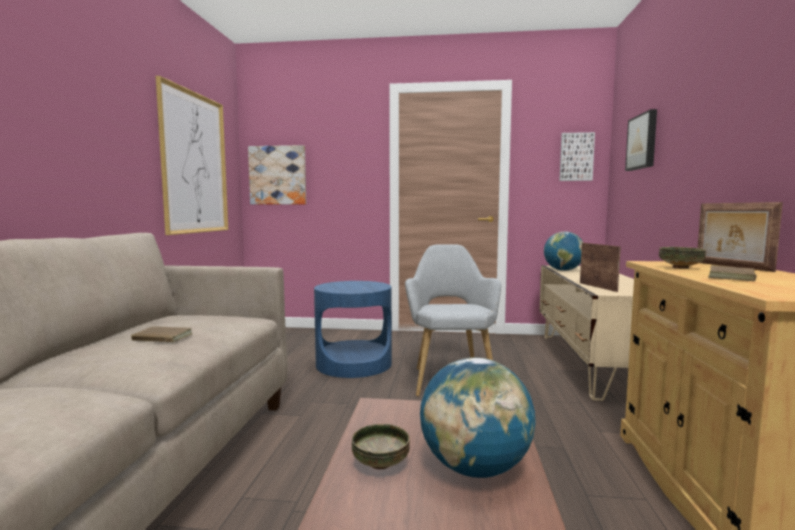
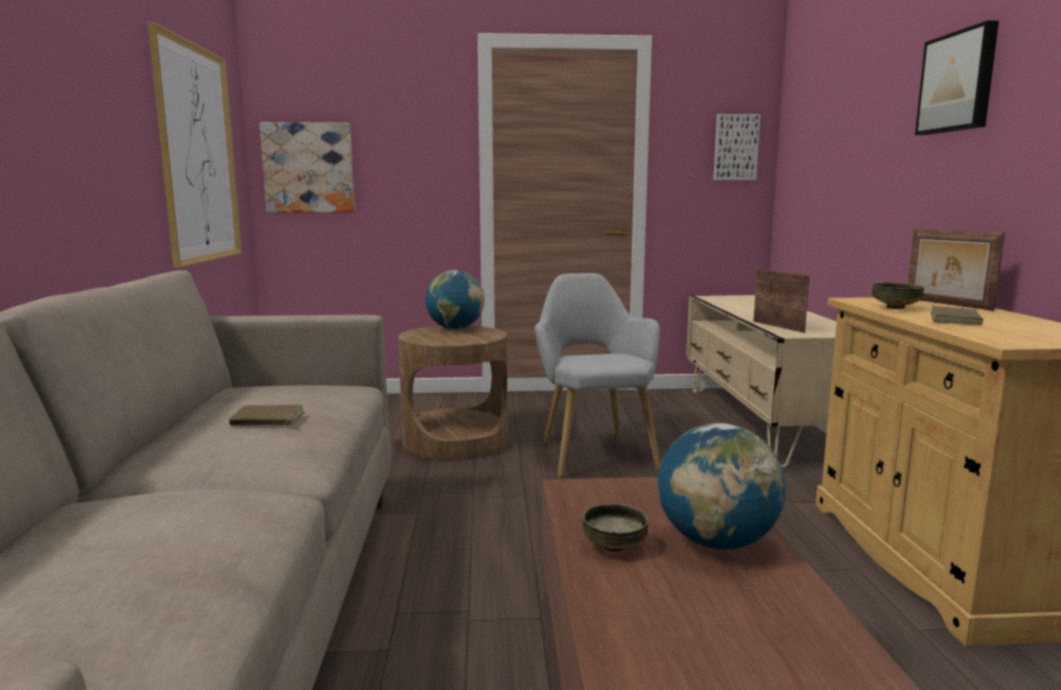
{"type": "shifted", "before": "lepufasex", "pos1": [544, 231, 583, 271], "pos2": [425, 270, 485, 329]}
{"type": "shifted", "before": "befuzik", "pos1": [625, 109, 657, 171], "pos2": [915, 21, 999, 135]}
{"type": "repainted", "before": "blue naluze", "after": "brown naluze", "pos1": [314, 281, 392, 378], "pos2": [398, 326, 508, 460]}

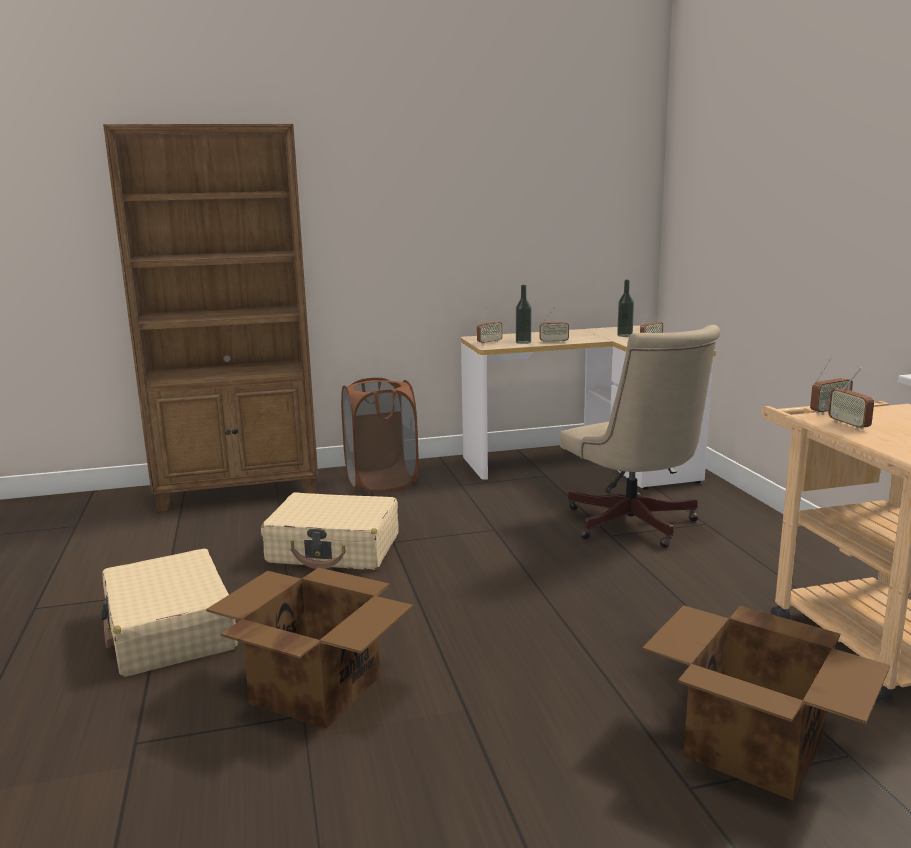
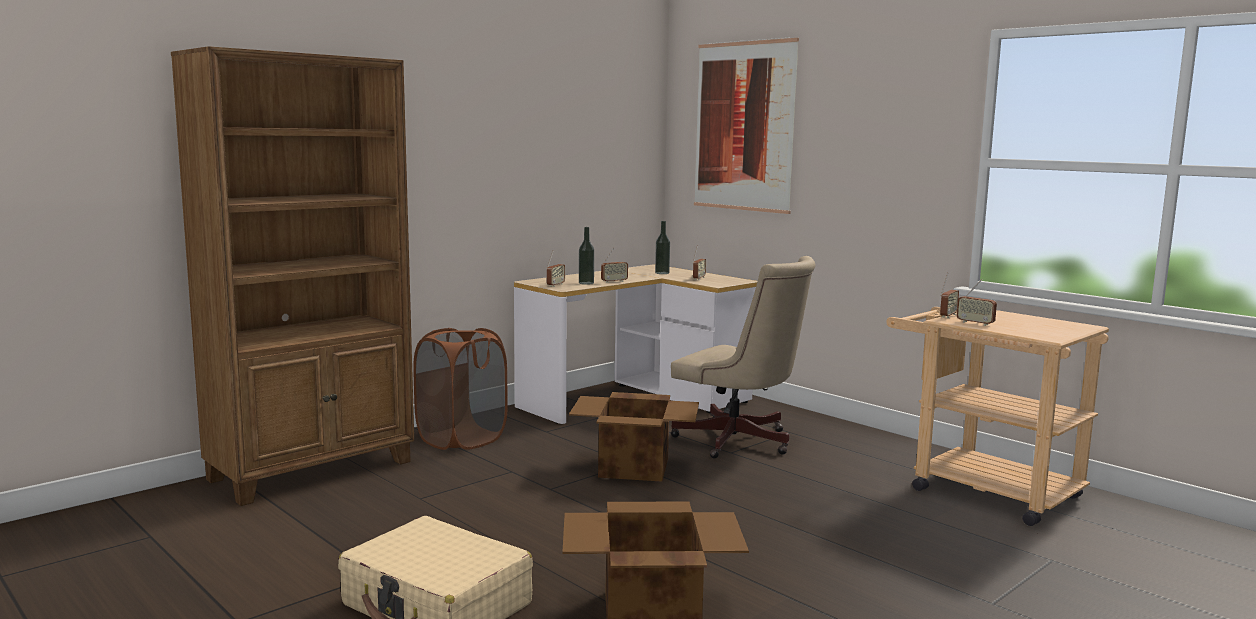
{"type": "gone", "before": "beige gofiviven", "pos1": [261, 492, 399, 570]}
{"type": "new", "after": "befuzik", "pos2": [694, 37, 799, 214]}
{"type": "shifted", "before": "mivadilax", "pos1": [642, 605, 890, 801], "pos2": [569, 392, 699, 482]}

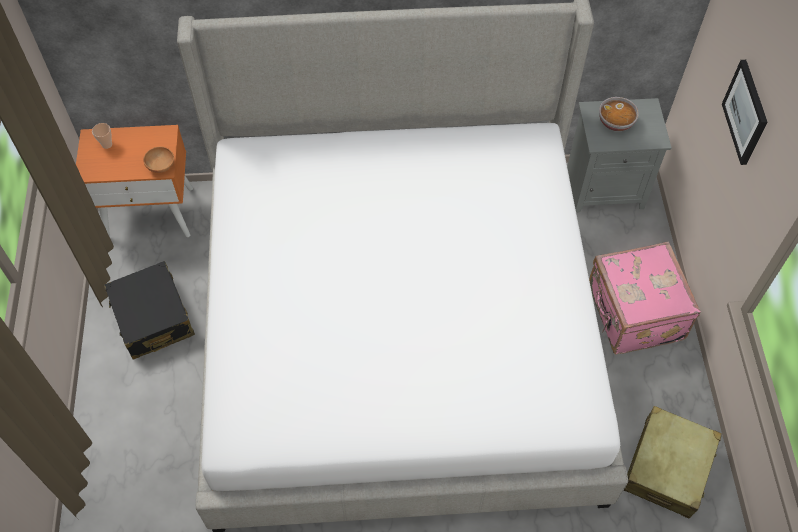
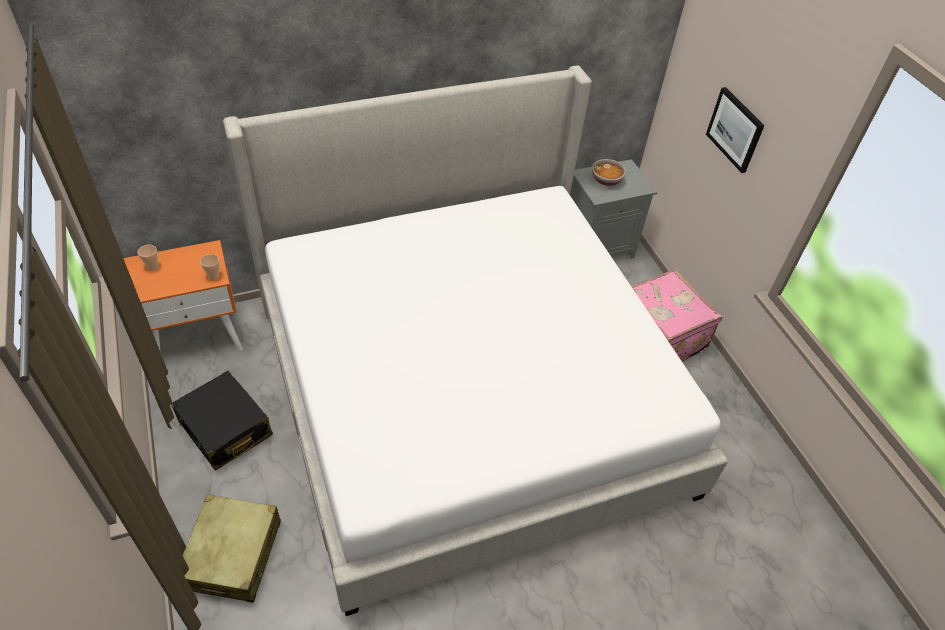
{"type": "shifted", "before": "beige gofiviven", "pos1": [623, 406, 722, 518], "pos2": [183, 494, 281, 603]}
{"type": "swapped", "before": "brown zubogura", "after": "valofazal", "pos1": [143, 147, 174, 173], "pos2": [200, 254, 219, 280]}

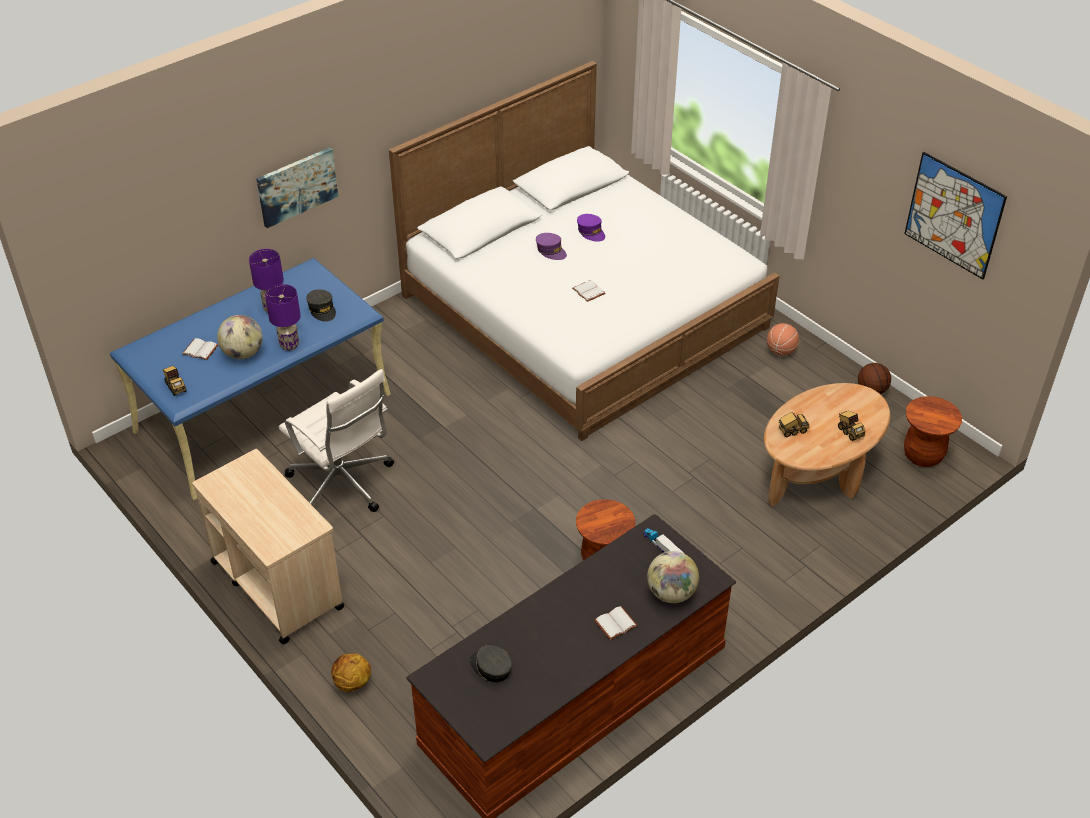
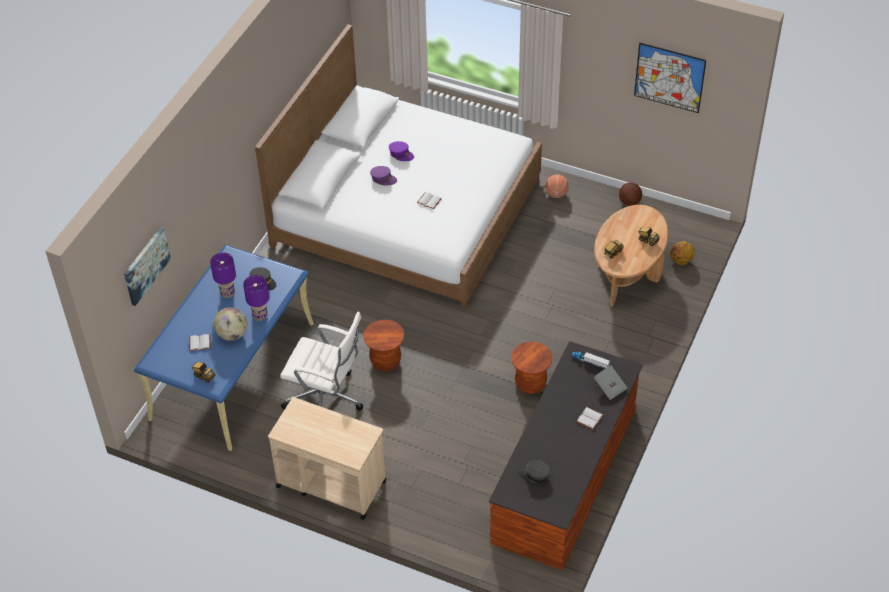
{"type": "shifted", "before": "befuzik", "pos1": [256, 147, 338, 228], "pos2": [124, 227, 171, 306]}
{"type": "shifted", "before": "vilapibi", "pos1": [331, 653, 371, 693], "pos2": [670, 241, 695, 265]}
{"type": "shifted", "before": "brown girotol", "pos1": [904, 396, 962, 467], "pos2": [363, 320, 404, 371]}
{"type": "swapped", "before": "lepufasex", "after": "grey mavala", "pos1": [647, 551, 699, 603], "pos2": [593, 365, 627, 400]}

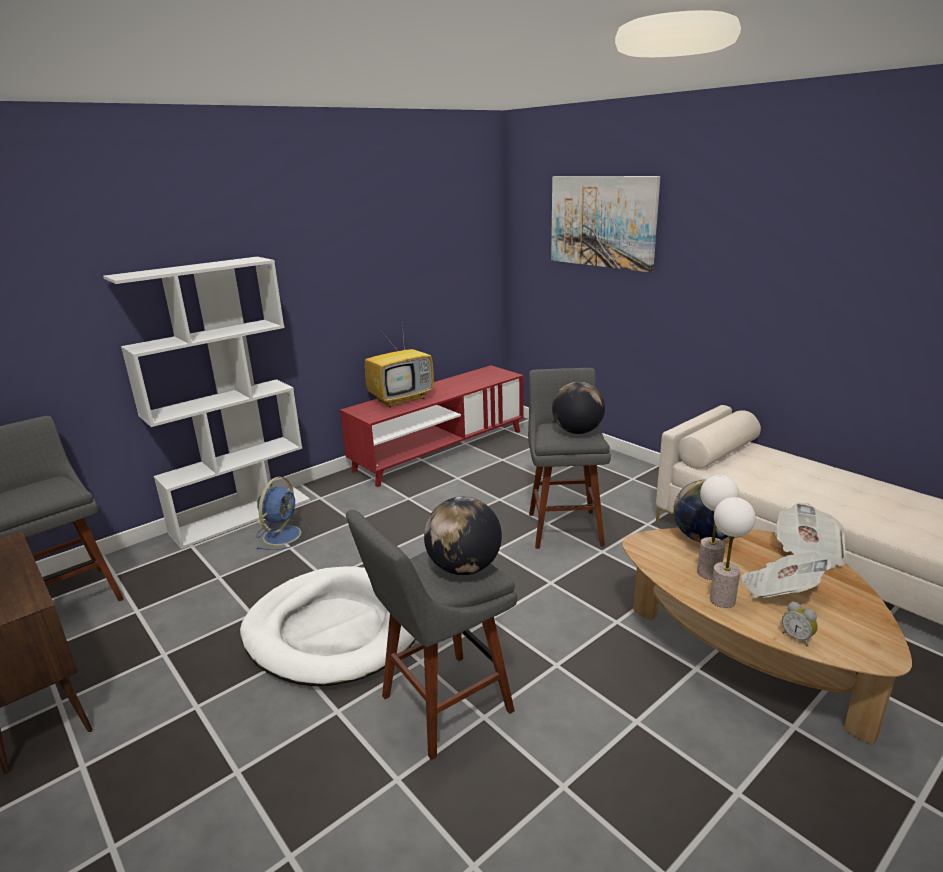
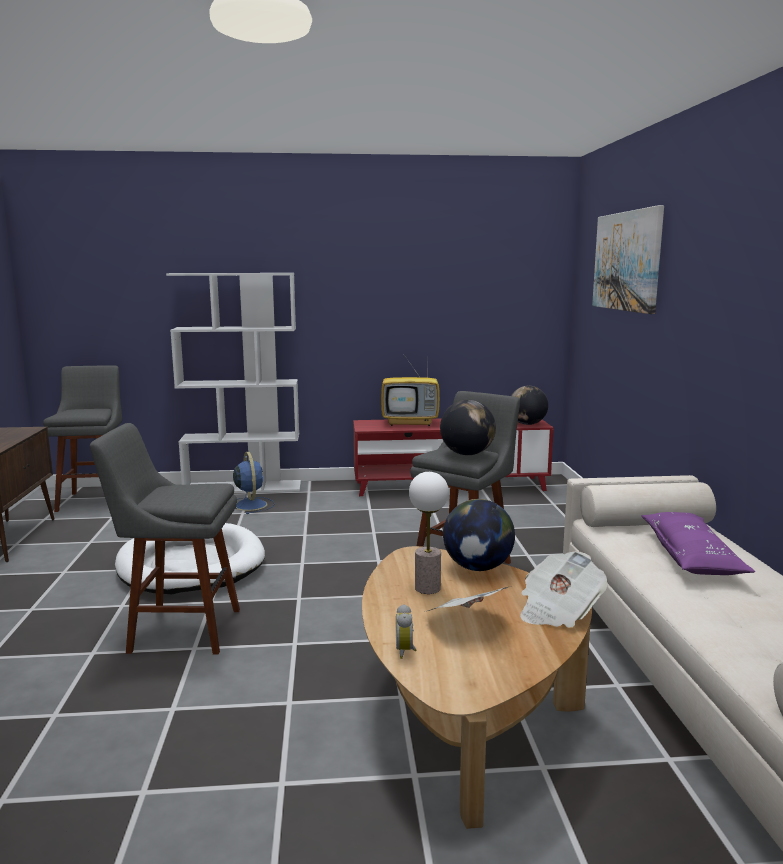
{"type": "gone", "before": "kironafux", "pos1": [710, 497, 756, 608]}
{"type": "new", "after": "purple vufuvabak", "pos2": [641, 512, 755, 575]}
{"type": "shifted", "before": "lepufasex", "pos1": [424, 497, 502, 575], "pos2": [511, 386, 548, 425]}
{"type": "rotated", "before": "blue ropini", "pos1": [256, 477, 311, 550], "pos2": [233, 452, 275, 514], "turn": -75}

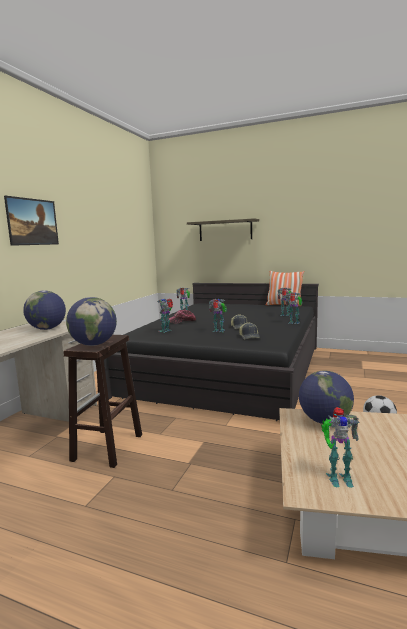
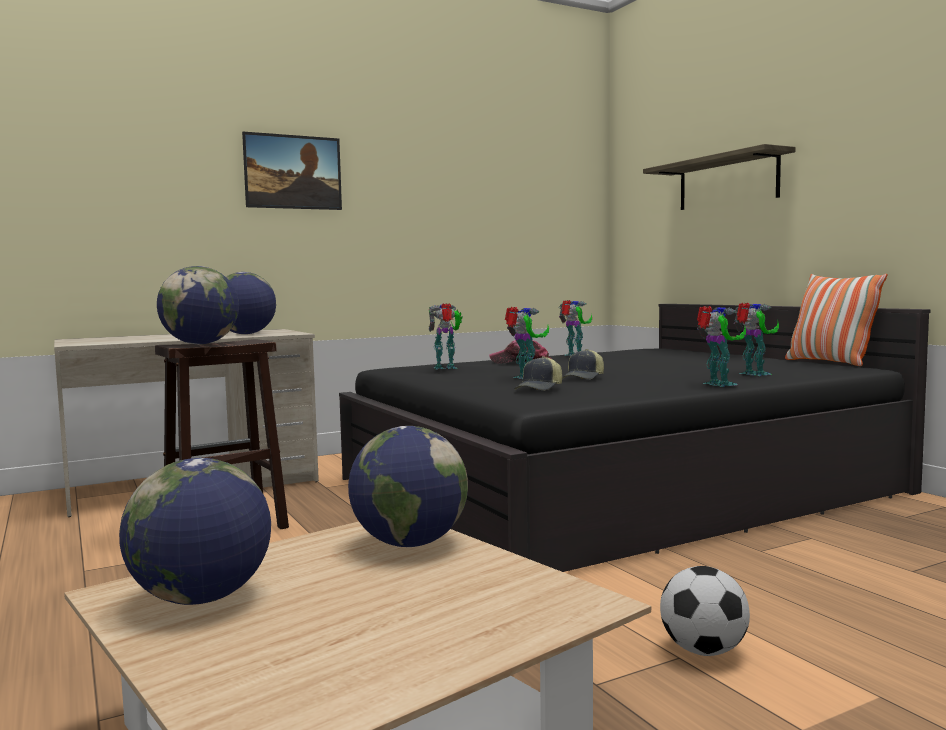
{"type": "swapped", "before": "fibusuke", "after": "lepufasex", "pos1": [321, 407, 360, 488], "pos2": [119, 458, 271, 605]}

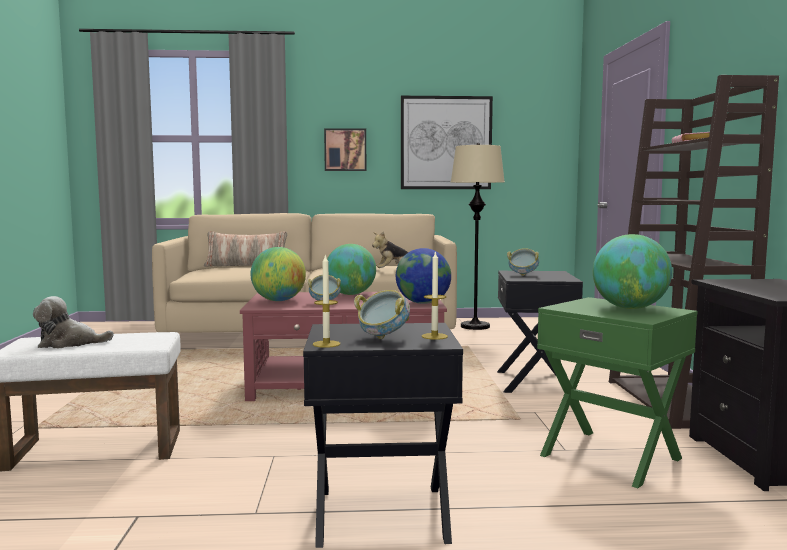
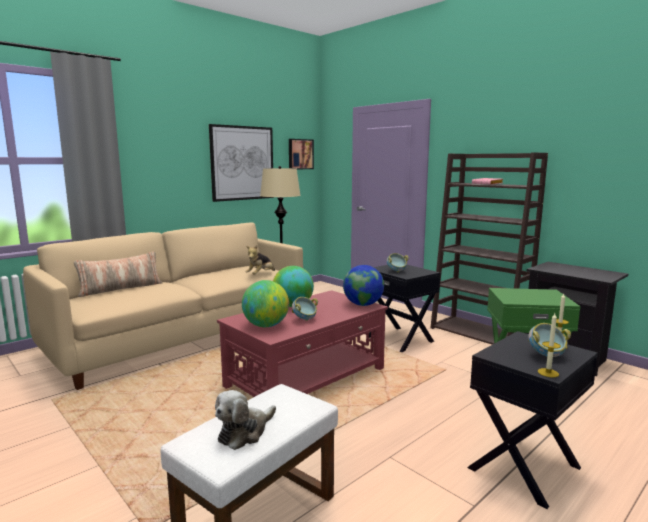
{"type": "gone", "before": "lepufasex", "pos1": [593, 234, 672, 309]}
{"type": "shifted", "before": "befuzik", "pos1": [324, 128, 366, 171], "pos2": [289, 139, 314, 169]}

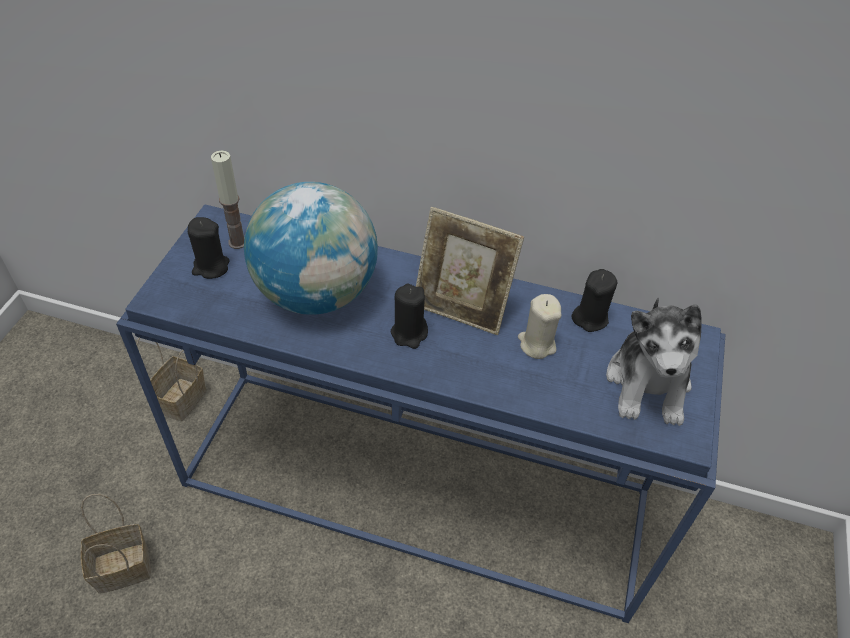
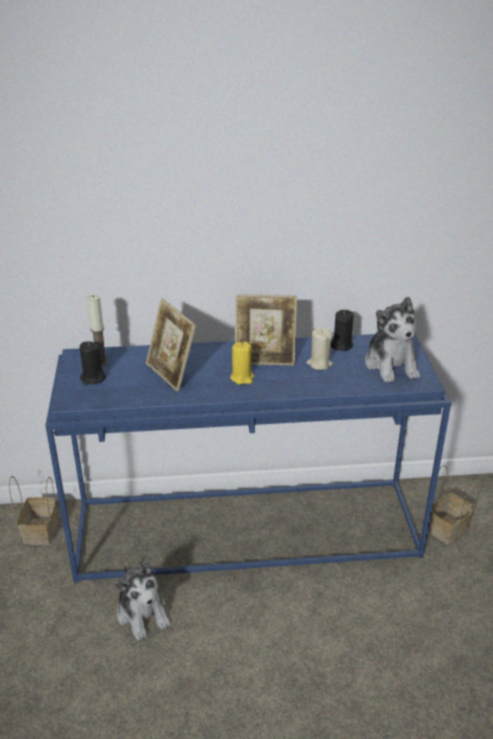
{"type": "new", "after": "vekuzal", "pos2": [116, 562, 170, 640]}
{"type": "shifted", "before": "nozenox", "pos1": [81, 494, 151, 594], "pos2": [428, 465, 478, 545]}
{"type": "swapped", "before": "lepufasex", "after": "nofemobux", "pos1": [244, 182, 378, 315], "pos2": [146, 298, 196, 392]}
{"type": "repainted", "before": "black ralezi", "after": "yellow ralezi", "pos1": [391, 284, 428, 349], "pos2": [230, 342, 254, 385]}

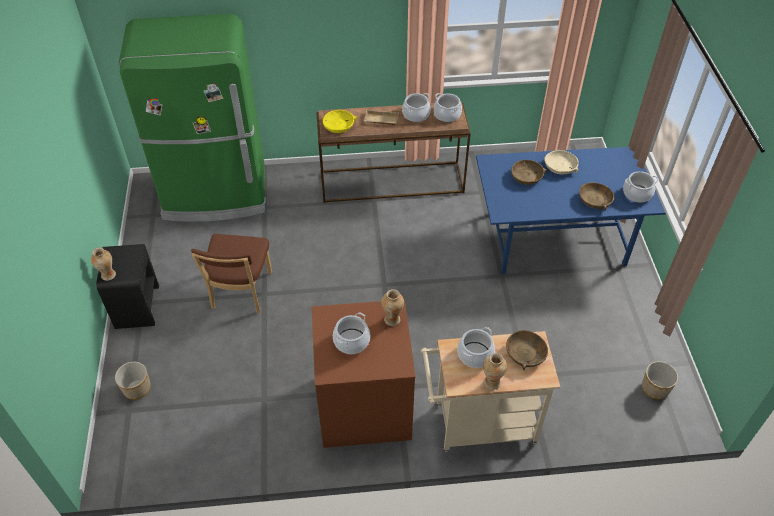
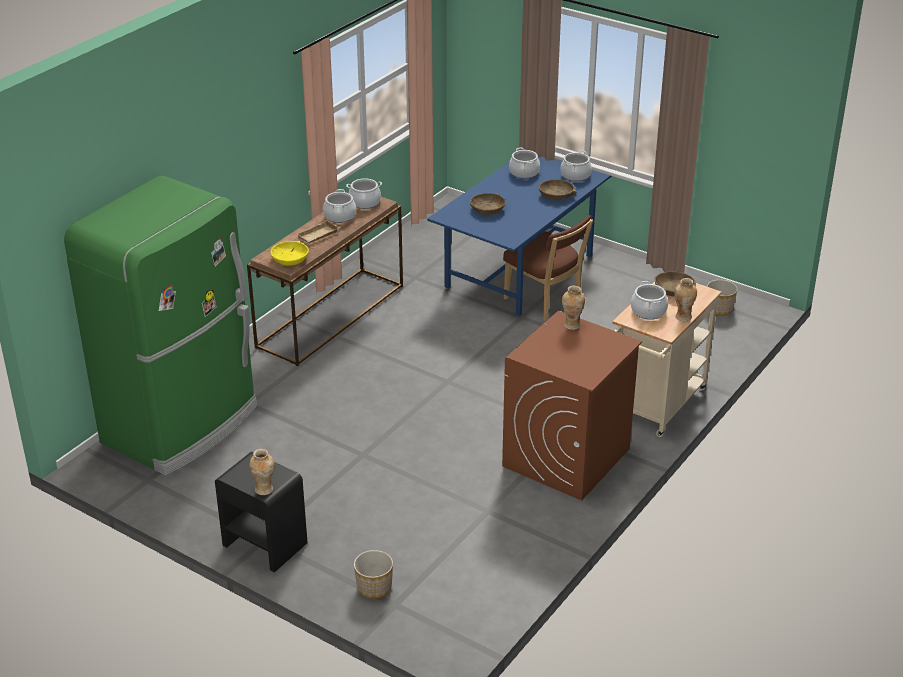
{"type": "gone", "before": "beige zubogura", "pos1": [545, 150, 579, 174]}
{"type": "shifted", "before": "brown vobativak", "pos1": [191, 234, 272, 313], "pos2": [503, 215, 593, 321]}
{"type": "shifted", "before": "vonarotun", "pos1": [333, 313, 370, 354], "pos2": [509, 148, 540, 179]}

